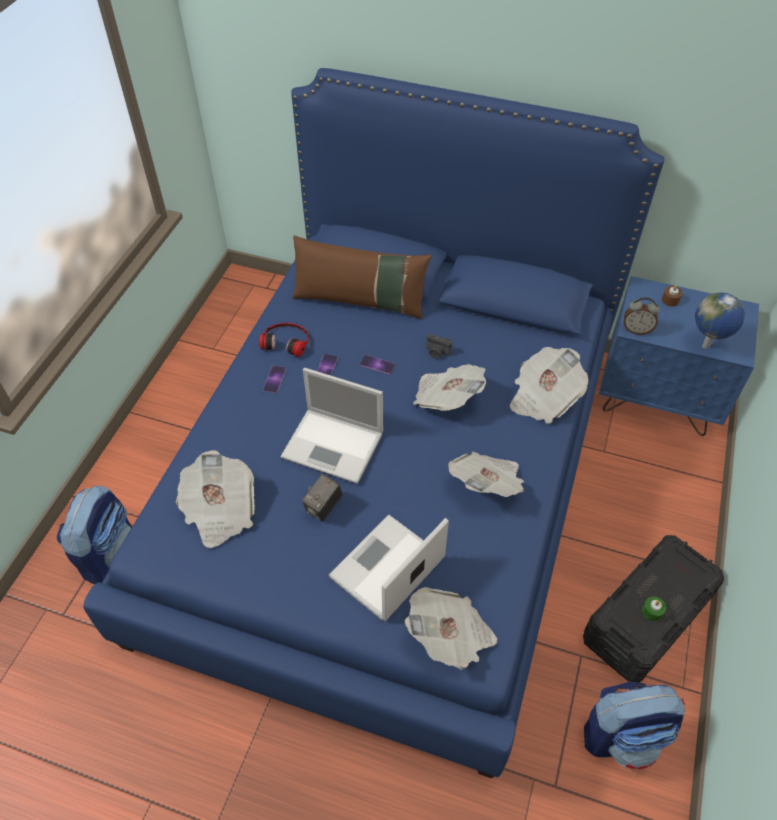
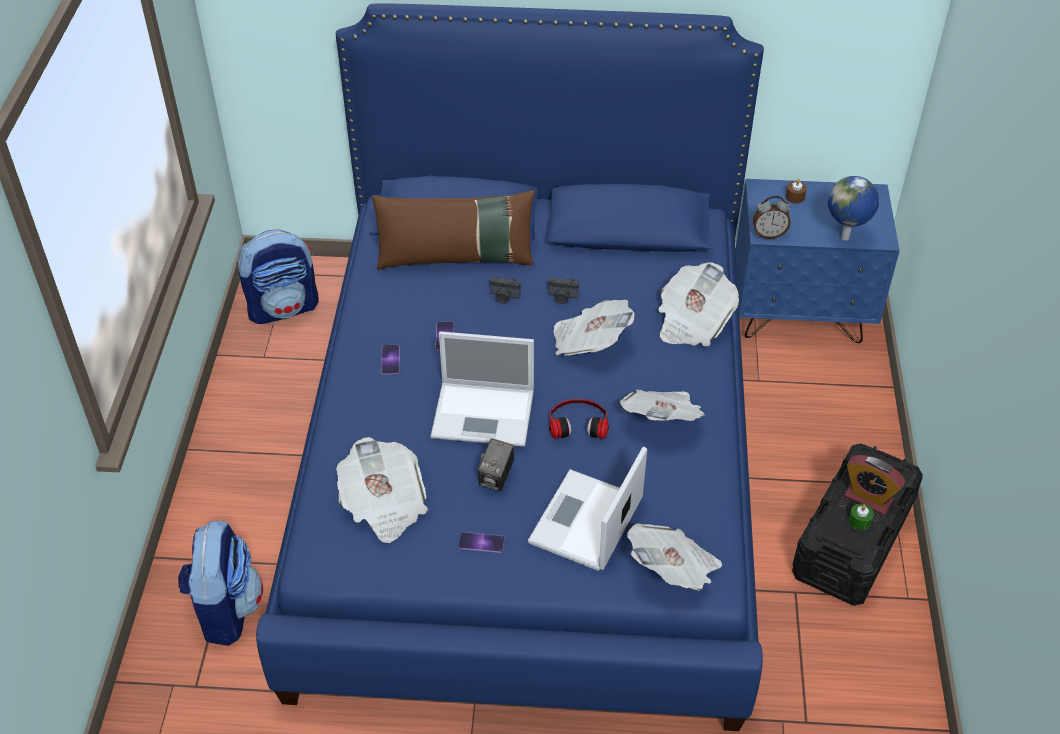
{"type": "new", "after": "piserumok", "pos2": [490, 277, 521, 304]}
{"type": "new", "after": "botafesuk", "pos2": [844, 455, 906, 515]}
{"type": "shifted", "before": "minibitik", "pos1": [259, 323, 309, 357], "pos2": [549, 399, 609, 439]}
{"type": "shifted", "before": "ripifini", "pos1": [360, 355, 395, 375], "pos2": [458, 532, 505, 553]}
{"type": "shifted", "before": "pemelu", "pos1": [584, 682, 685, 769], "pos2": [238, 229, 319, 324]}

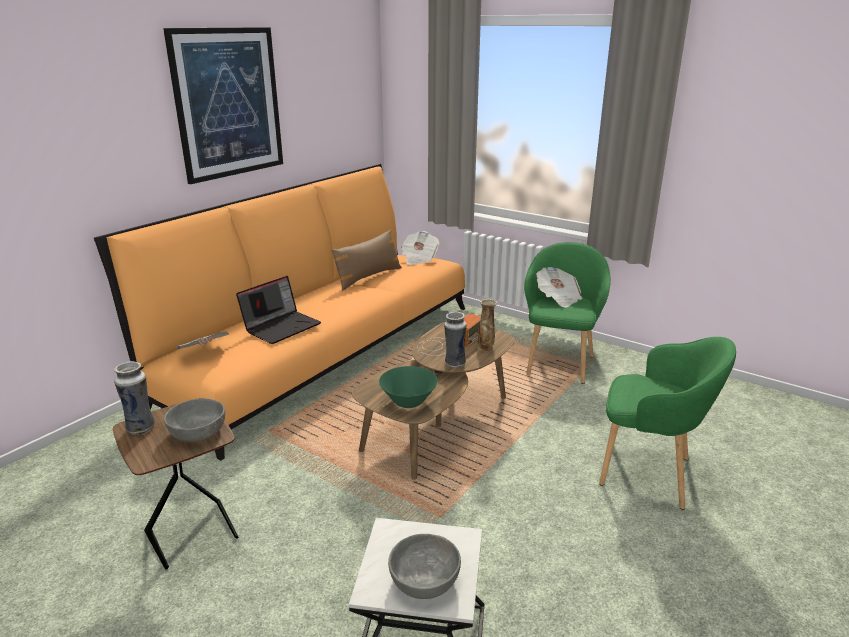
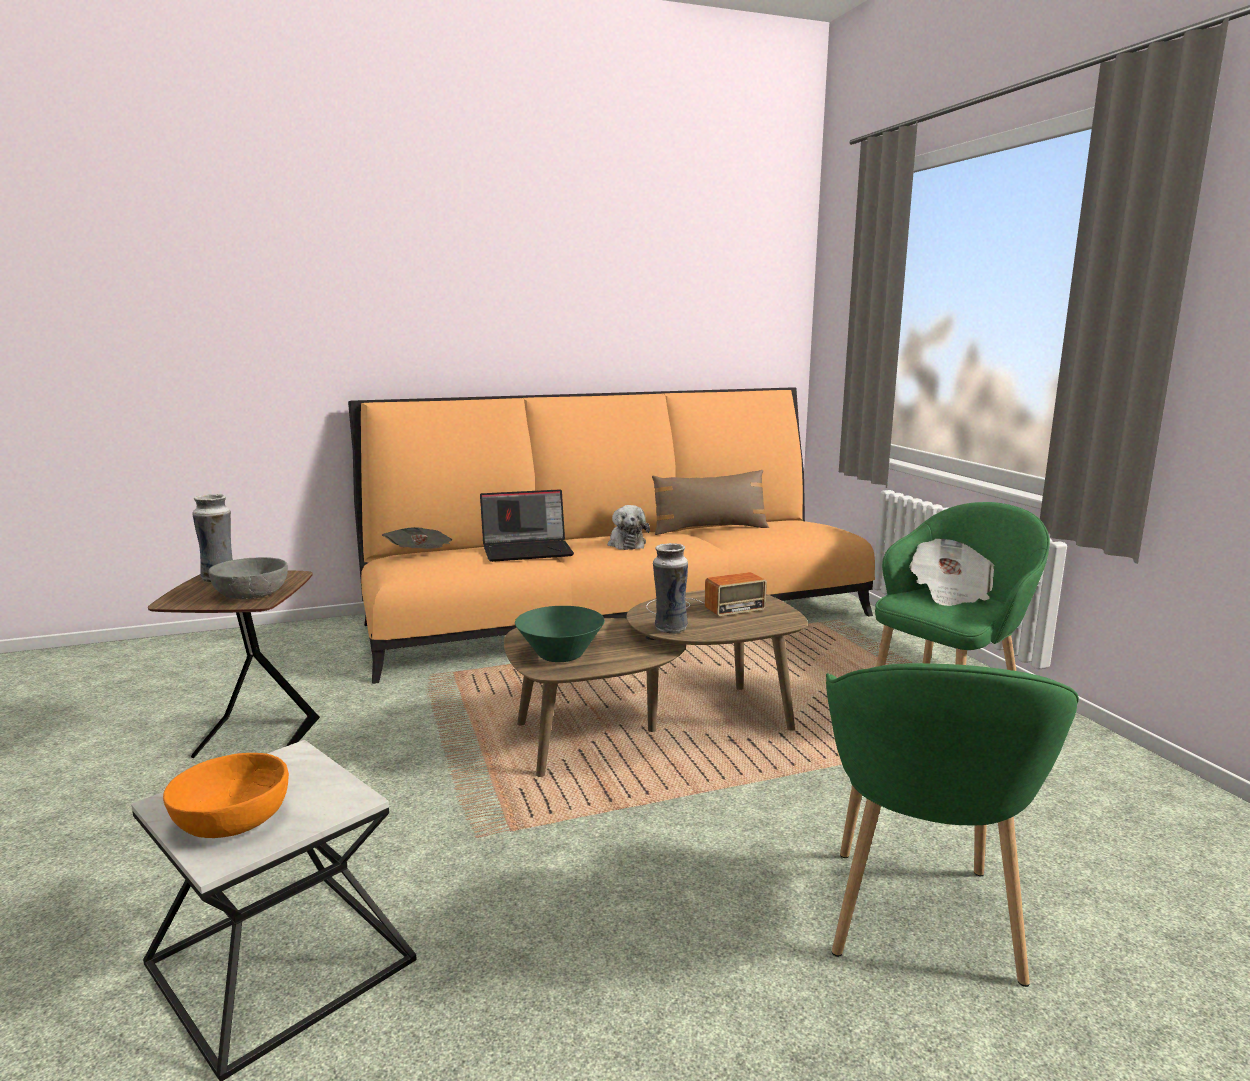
{"type": "gone", "before": "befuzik", "pos1": [163, 27, 283, 184]}
{"type": "gone", "before": "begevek", "pos1": [401, 231, 440, 265]}
{"type": "gone", "before": "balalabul", "pos1": [477, 298, 498, 352]}
{"type": "new", "after": "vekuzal", "pos2": [608, 505, 650, 550]}
{"type": "repainted", "before": "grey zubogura", "after": "orange zubogura", "pos1": [388, 534, 461, 599], "pos2": [163, 753, 289, 838]}
{"type": "rotated", "before": "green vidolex", "pos1": [599, 337, 736, 510], "pos2": [826, 663, 1079, 987], "turn": 45}

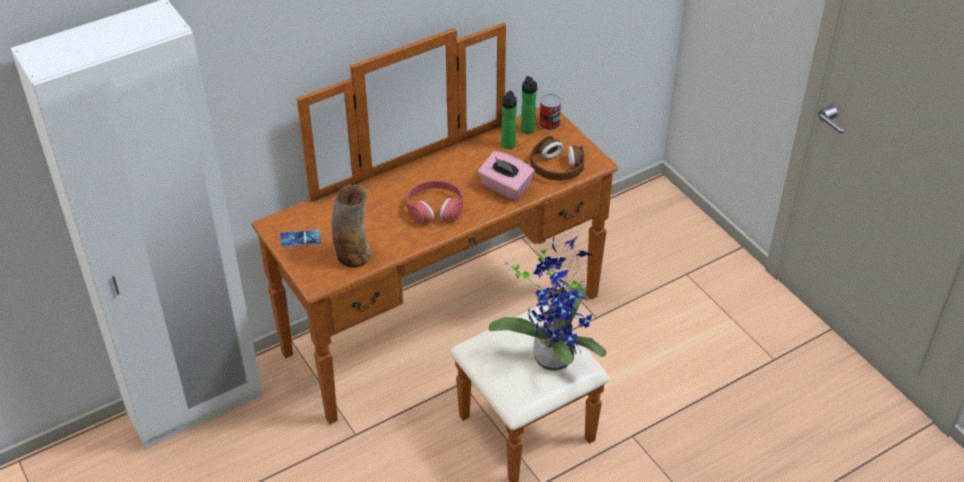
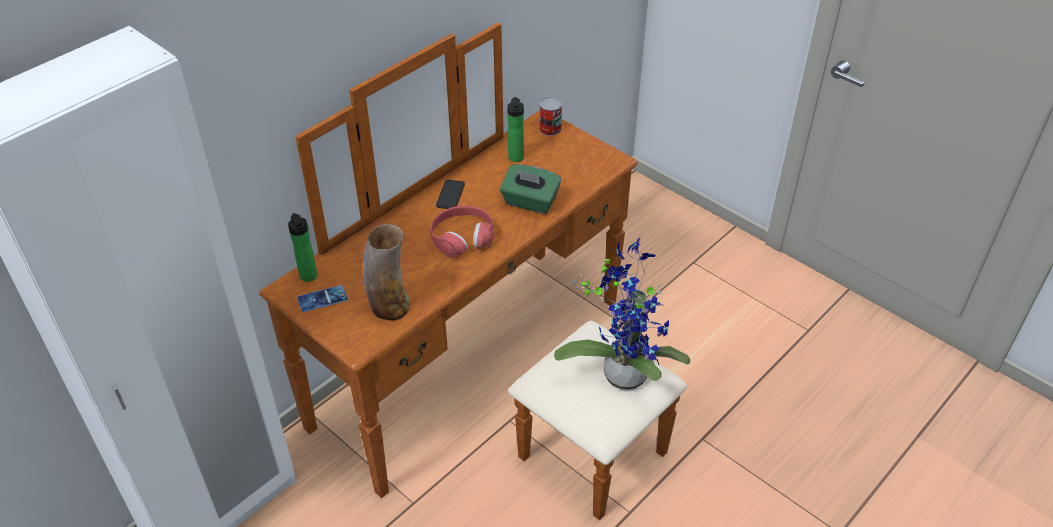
{"type": "gone", "before": "brown minibitik", "pos1": [530, 136, 585, 181]}
{"type": "new", "after": "ripifini", "pos2": [436, 180, 465, 209]}
{"type": "shifted", "before": "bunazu", "pos1": [521, 76, 538, 134], "pos2": [288, 213, 317, 282]}
{"type": "repainted", "before": "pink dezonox", "after": "green dezonox", "pos1": [478, 151, 535, 200], "pos2": [500, 164, 561, 214]}

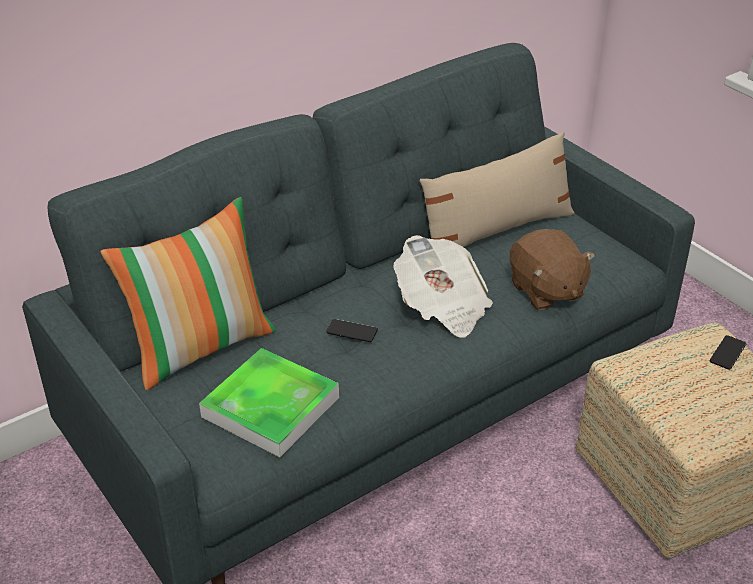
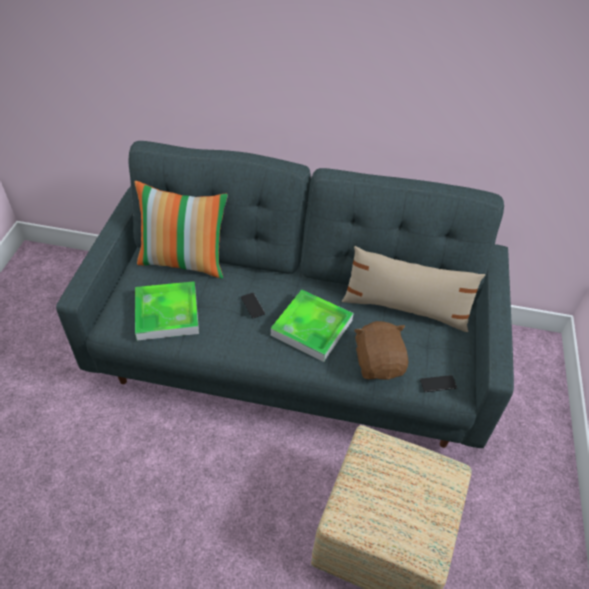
{"type": "shifted", "before": "ripifini", "pos1": [709, 335, 746, 370], "pos2": [420, 375, 457, 392]}
{"type": "swapped", "before": "begevek", "after": "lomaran", "pos1": [393, 235, 493, 338], "pos2": [271, 290, 354, 362]}
{"type": "rotated", "before": "brown vekuzal", "pos1": [510, 229, 595, 310], "pos2": [354, 321, 408, 380], "turn": 150}

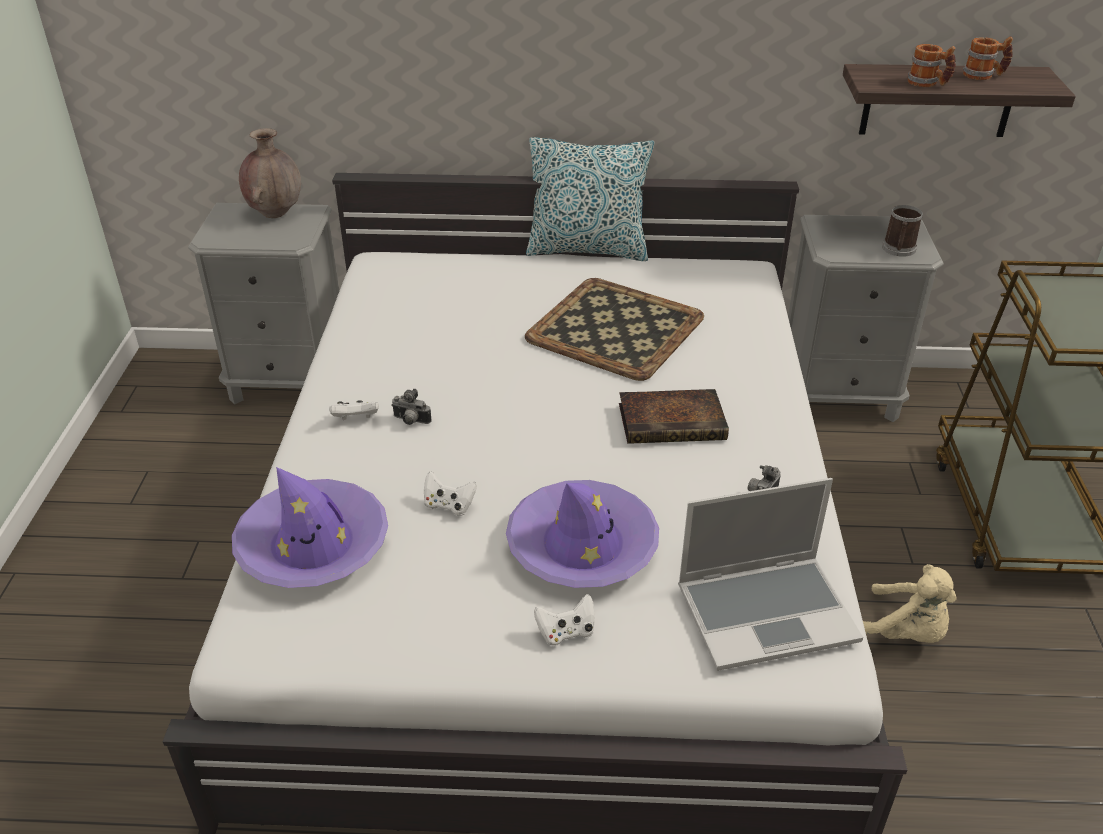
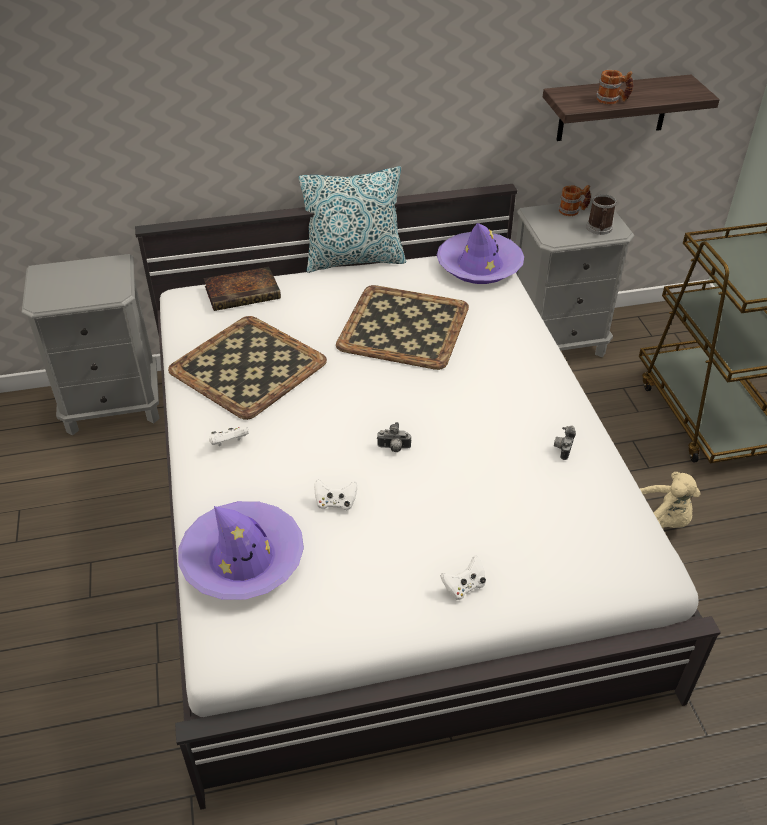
{"type": "gone", "before": "brown balalabul", "pos1": [239, 128, 301, 218]}
{"type": "gone", "before": "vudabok", "pos1": [678, 478, 863, 671]}
{"type": "new", "after": "lomaran", "pos2": [168, 316, 327, 420]}
{"type": "shifted", "before": "piserumok", "pos1": [391, 389, 432, 425], "pos2": [377, 422, 411, 452]}
{"type": "shifted", "before": "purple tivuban", "pos1": [506, 480, 659, 588], "pos2": [437, 223, 524, 284]}
{"type": "shifted", "before": "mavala", "pos1": [619, 389, 729, 444], "pos2": [204, 267, 281, 311]}
{"type": "shifted", "before": "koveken", "pos1": [963, 36, 1013, 80], "pos2": [559, 185, 591, 216]}

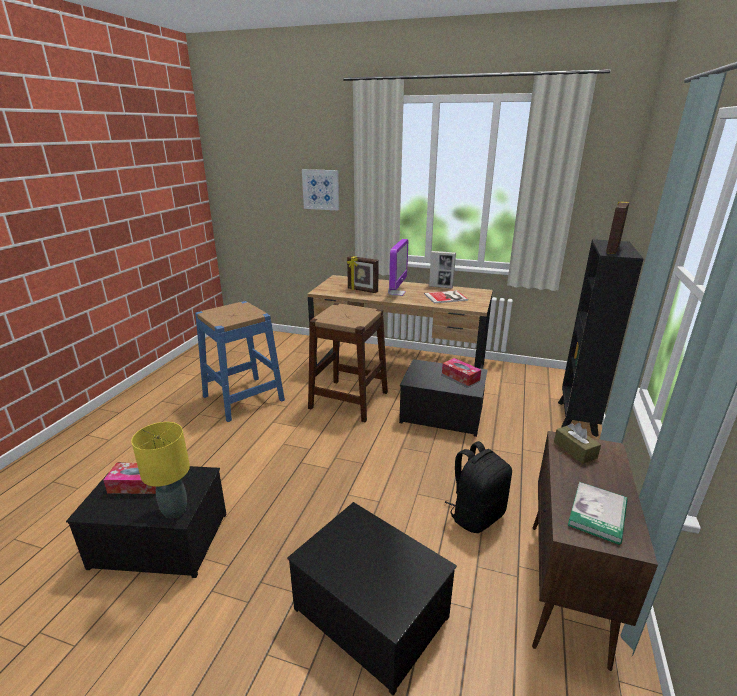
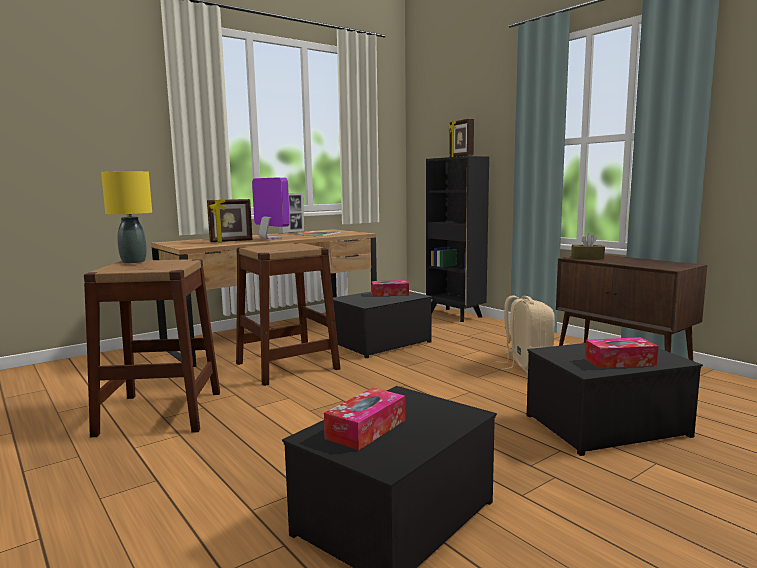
{"type": "gone", "before": "befuzik", "pos1": [302, 169, 339, 211]}
{"type": "gone", "before": "mavala", "pos1": [568, 482, 628, 545]}
{"type": "new", "after": "dezonox", "pos2": [585, 337, 658, 369]}
{"type": "shifted", "before": "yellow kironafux", "pos1": [131, 422, 190, 518], "pos2": [101, 171, 152, 263]}
{"type": "repainted", "before": "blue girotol", "after": "brown girotol", "pos1": [195, 301, 285, 422], "pos2": [84, 259, 220, 437]}
{"type": "repainted", "before": "black pemelu", "after": "beige pemelu", "pos1": [445, 441, 512, 533], "pos2": [495, 296, 555, 373]}

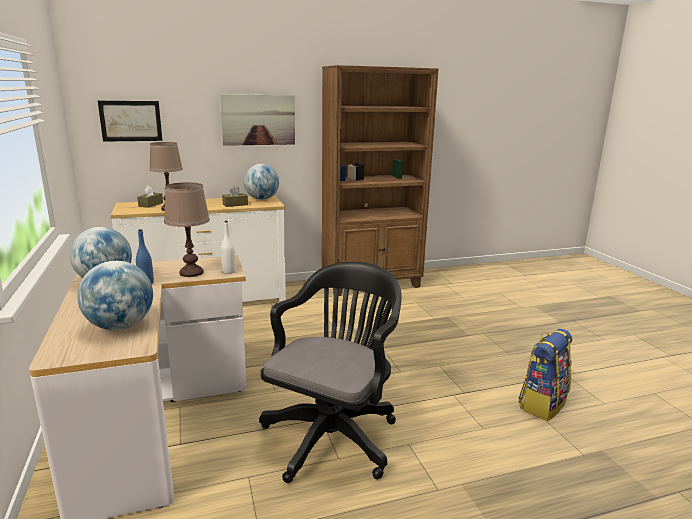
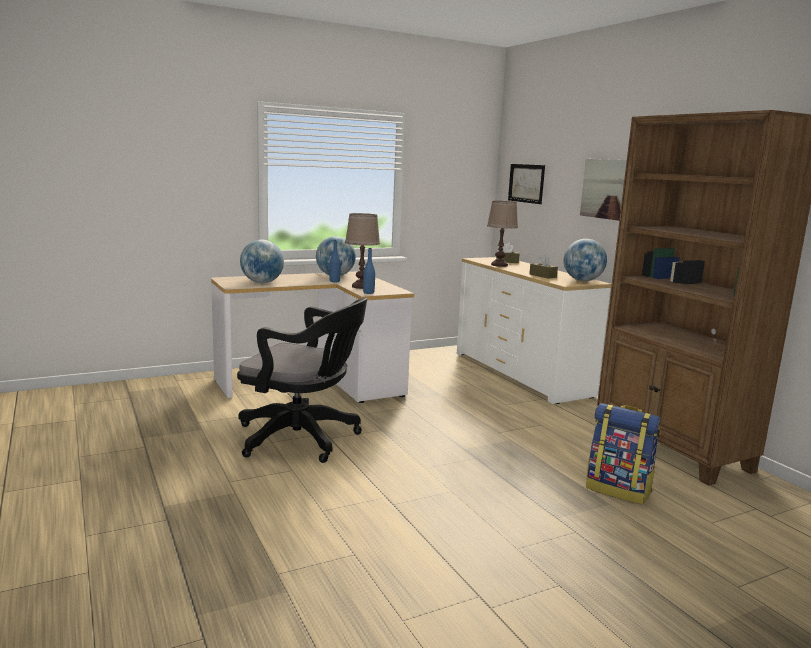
{"type": "shifted", "before": "pemelu", "pos1": [519, 329, 572, 421], "pos2": [586, 403, 660, 505]}
{"type": "repainted", "before": "white bunazu", "after": "blue bunazu", "pos1": [221, 221, 236, 274], "pos2": [363, 248, 375, 294]}

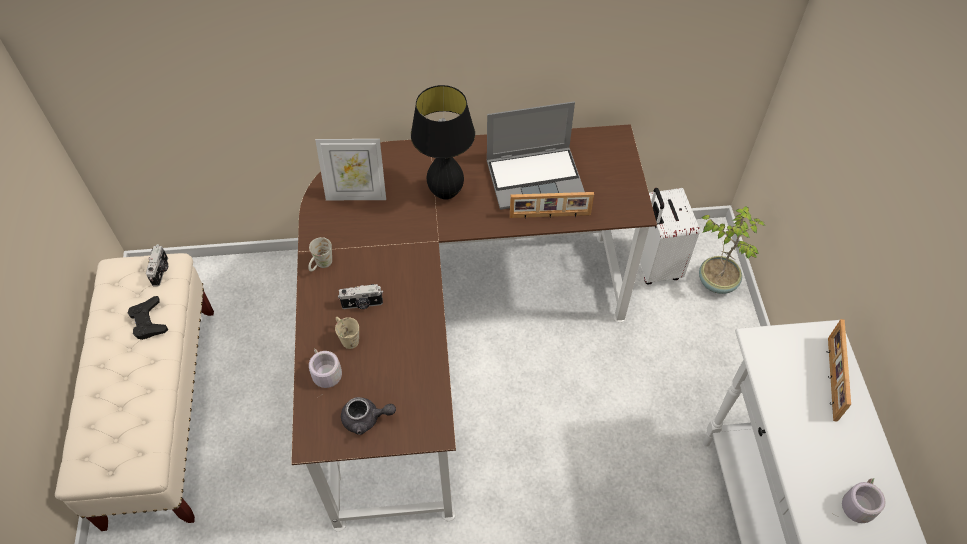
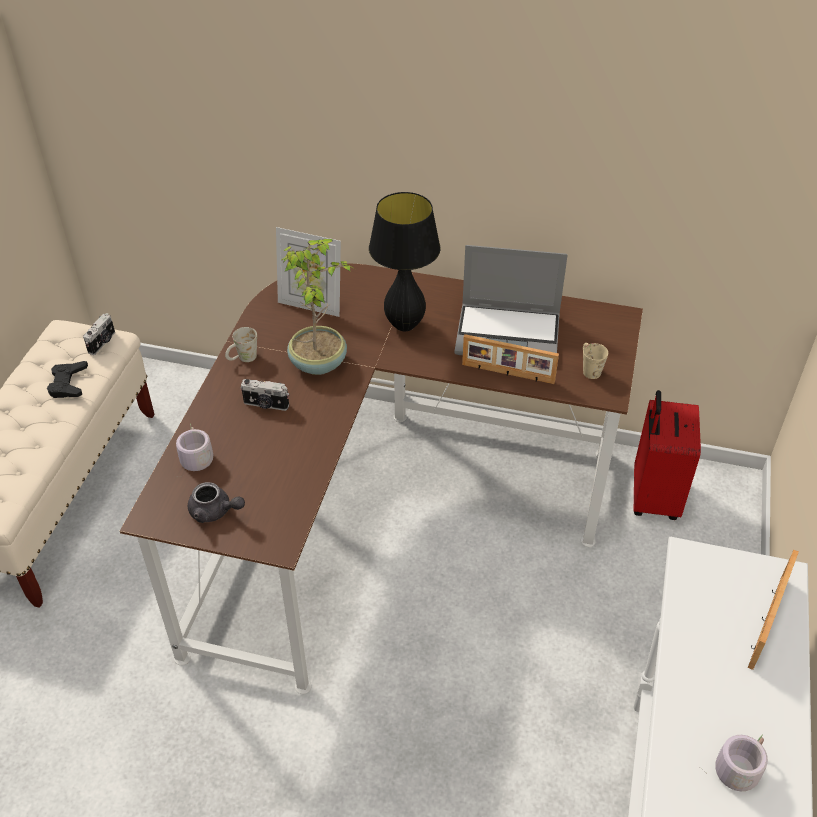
{"type": "shifted", "before": "beige koveken", "pos1": [335, 317, 359, 349], "pos2": [583, 343, 608, 379]}
{"type": "shifted", "before": "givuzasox", "pos1": [699, 206, 765, 294], "pos2": [282, 239, 353, 375]}
{"type": "repainted", "before": "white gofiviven", "after": "red gofiviven", "pos1": [633, 188, 700, 284], "pos2": [634, 390, 701, 520]}

